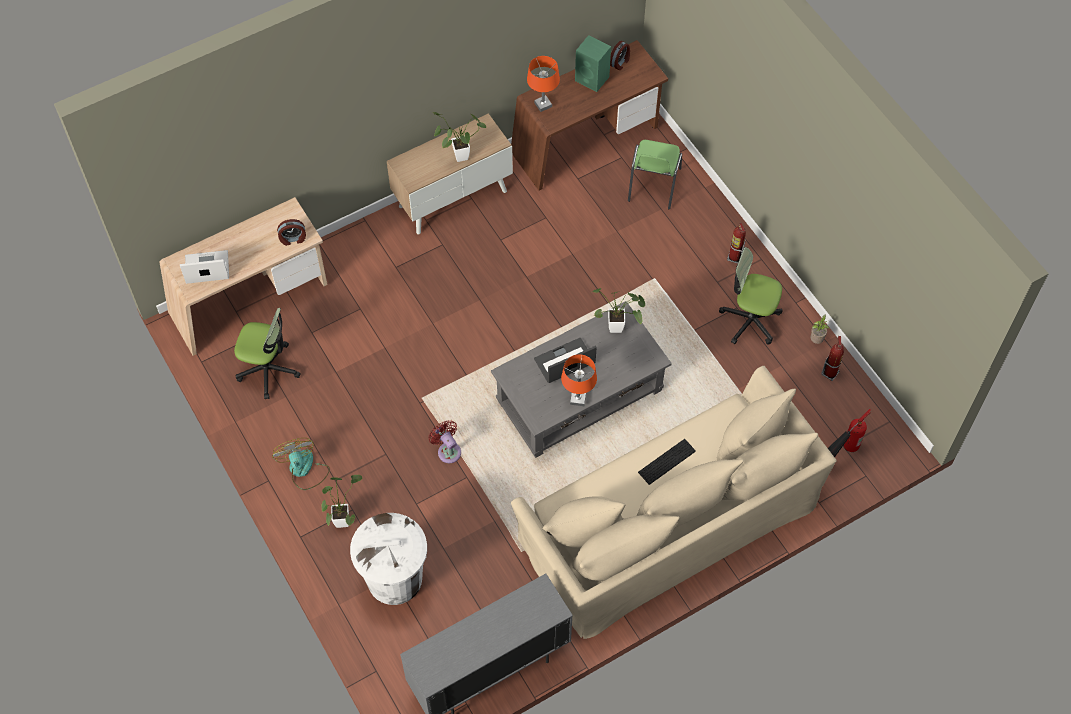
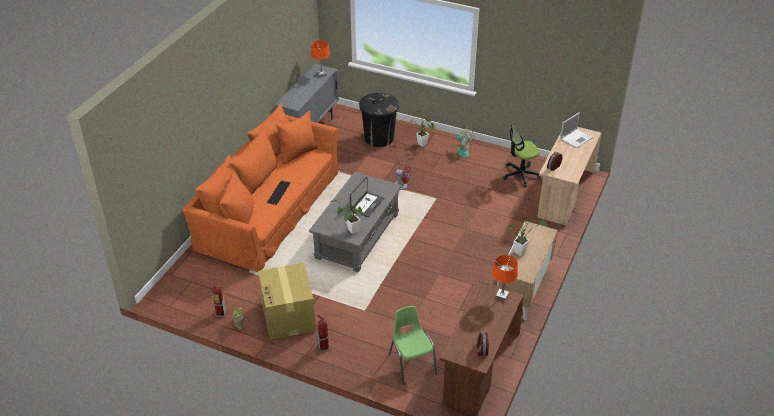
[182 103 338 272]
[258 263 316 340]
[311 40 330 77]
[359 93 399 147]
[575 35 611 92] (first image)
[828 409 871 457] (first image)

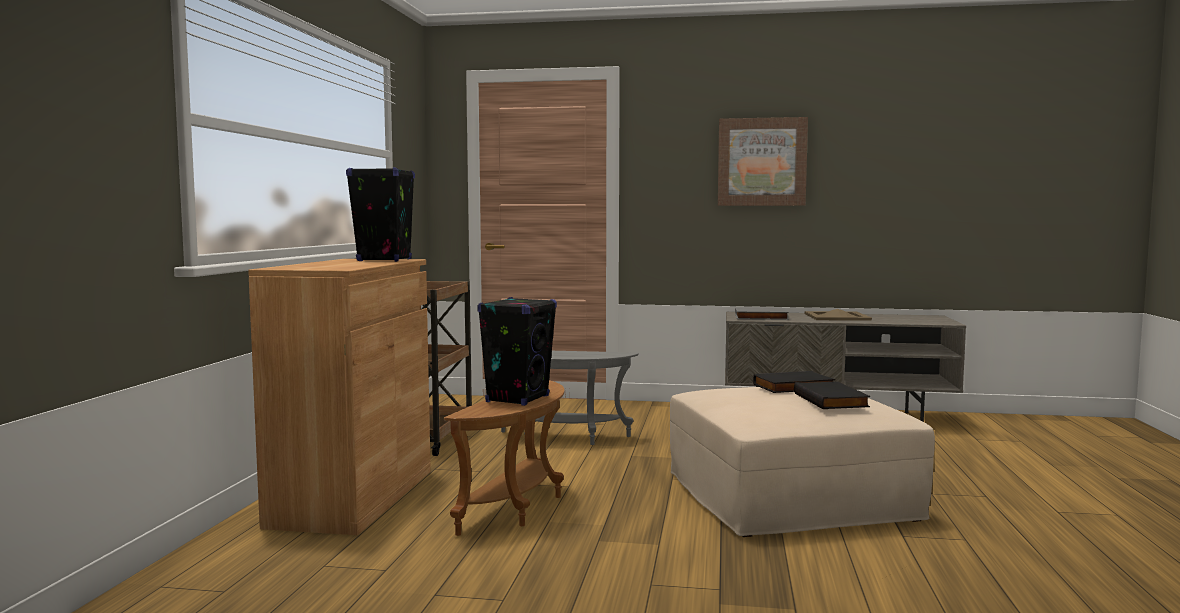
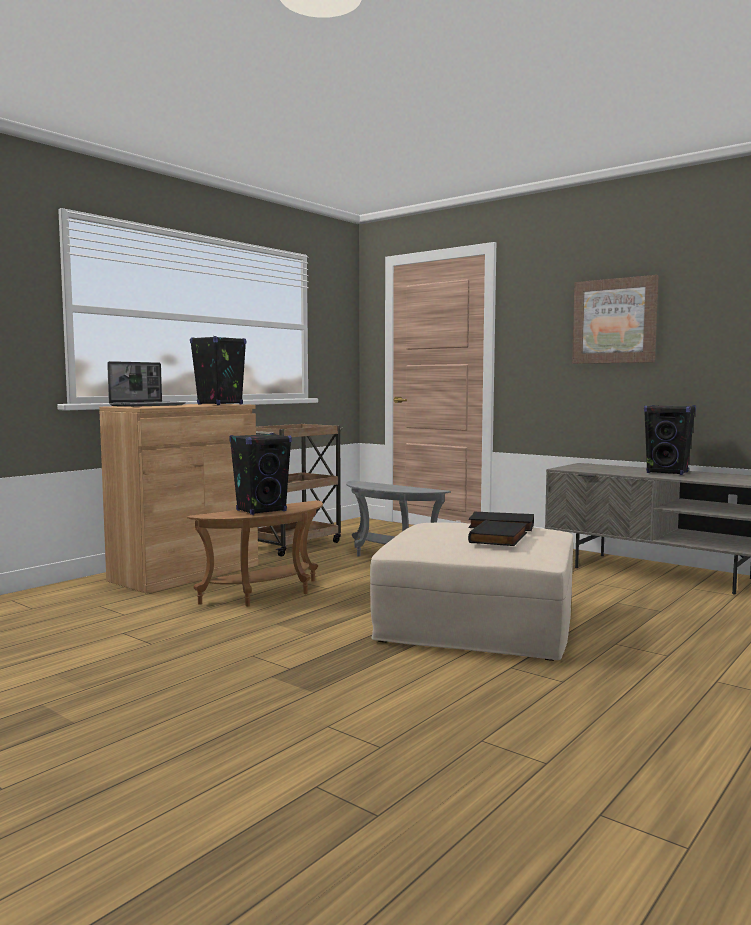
[107 361 186 407]
[644 405 696 475]
[735 307 789 320] (first image)

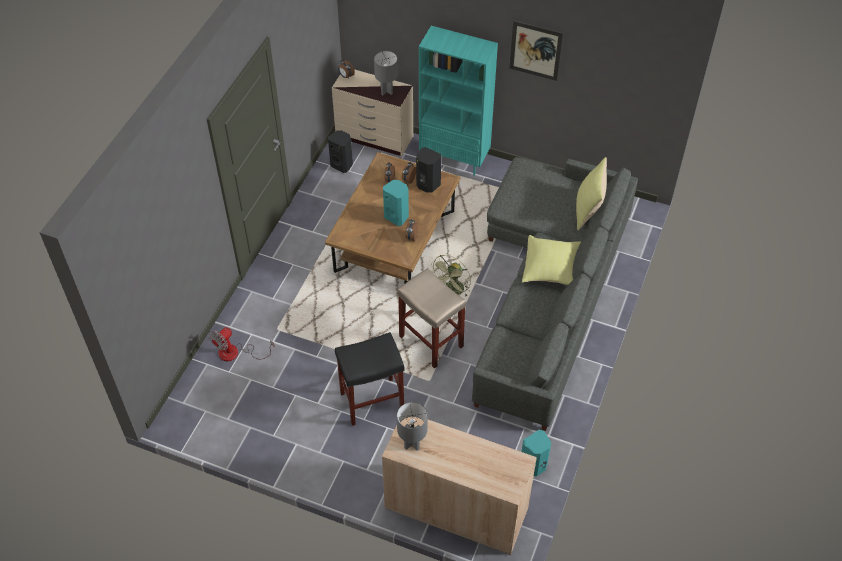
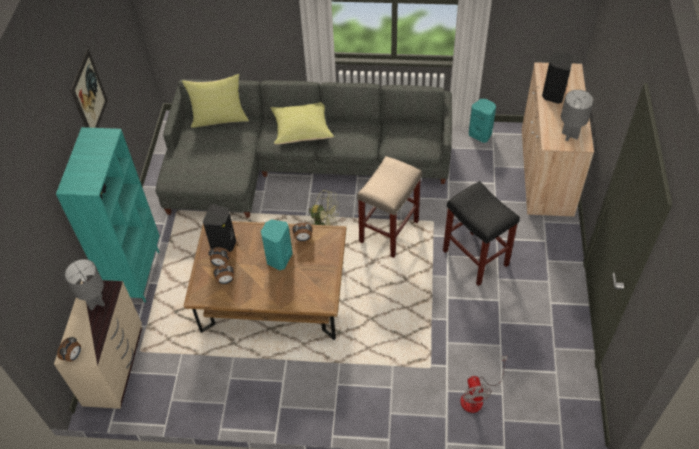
[460 356 507 413]
[542 53 573 104]

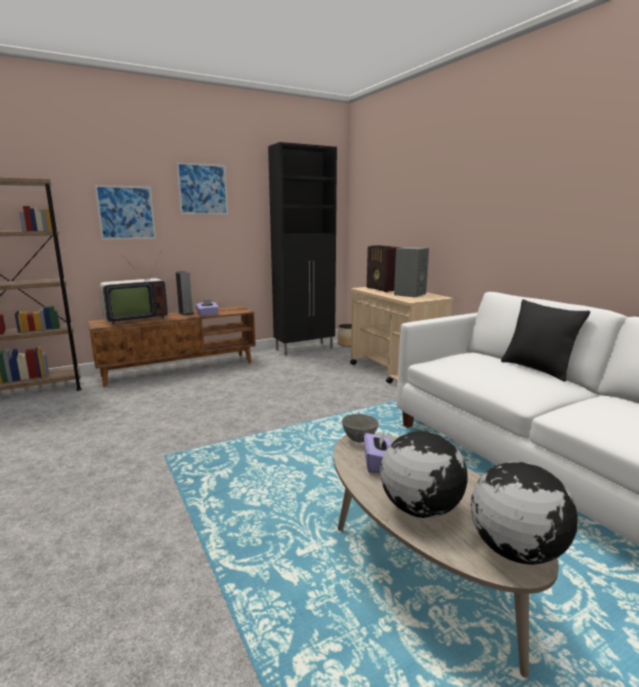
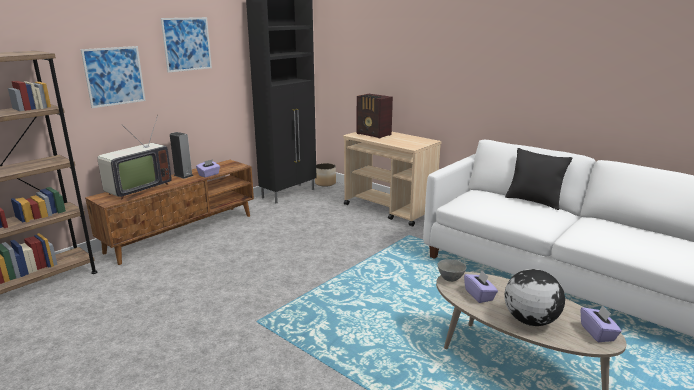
[581 305 622 342]
[394 247 429 297] (first image)

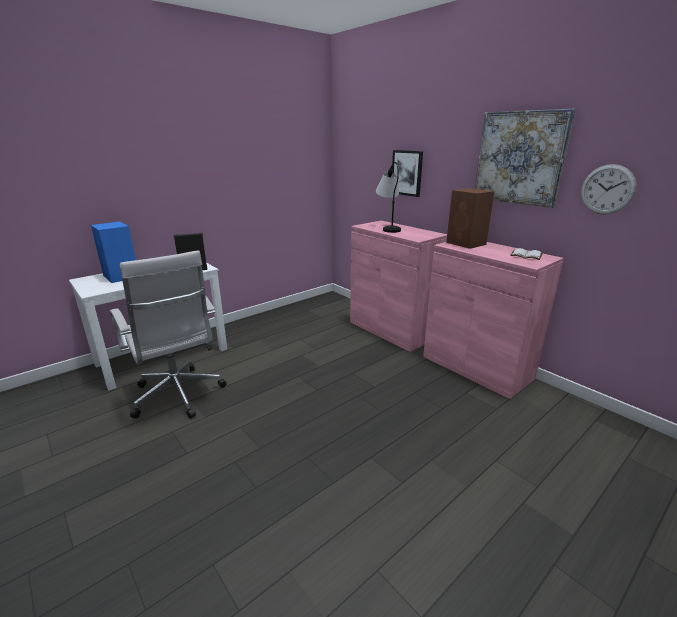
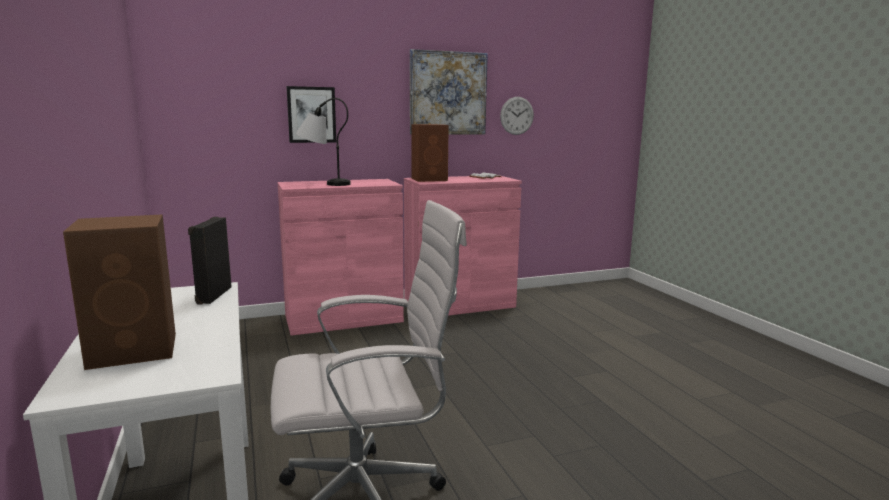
[63 214 176 370]

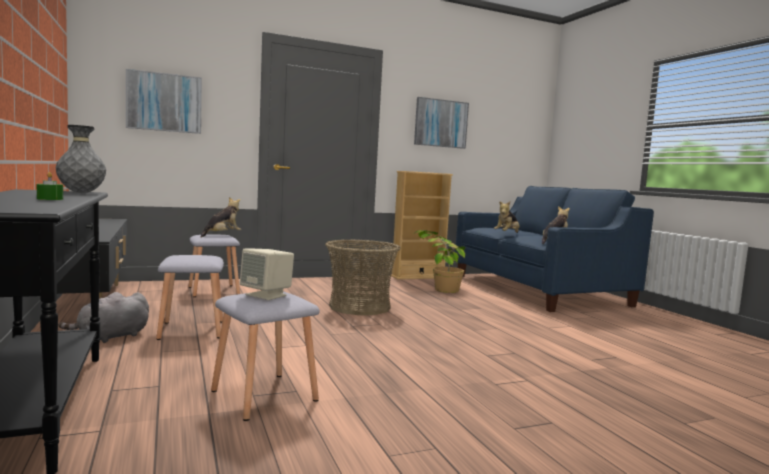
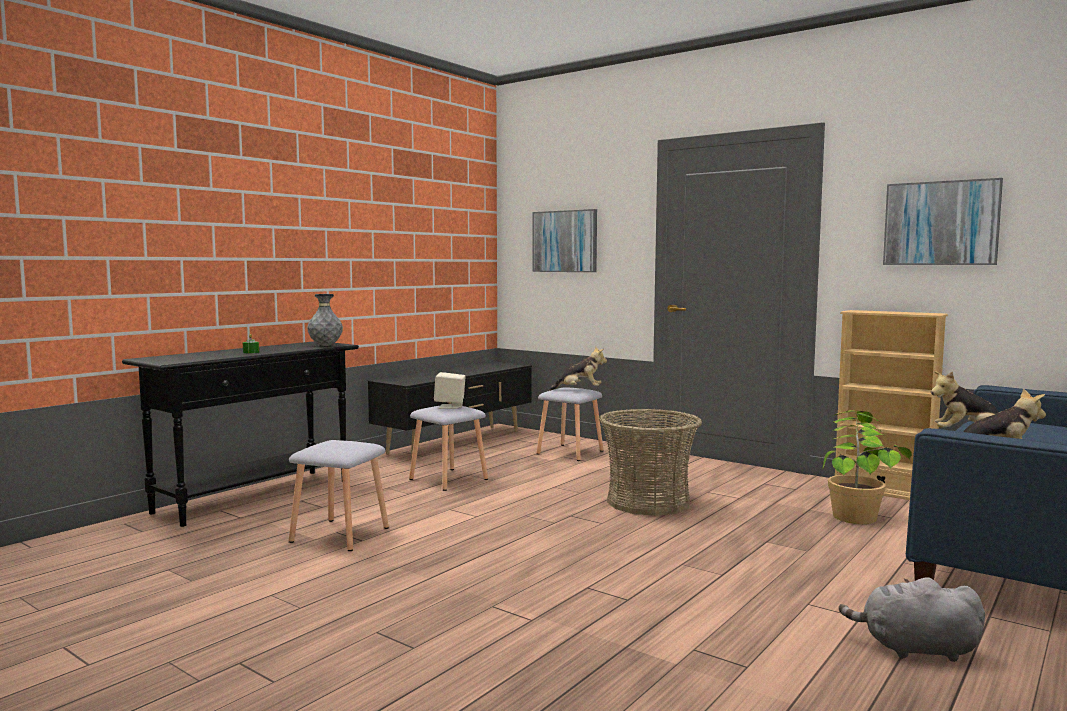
[434 372 465 409]
[839 577 985 662]

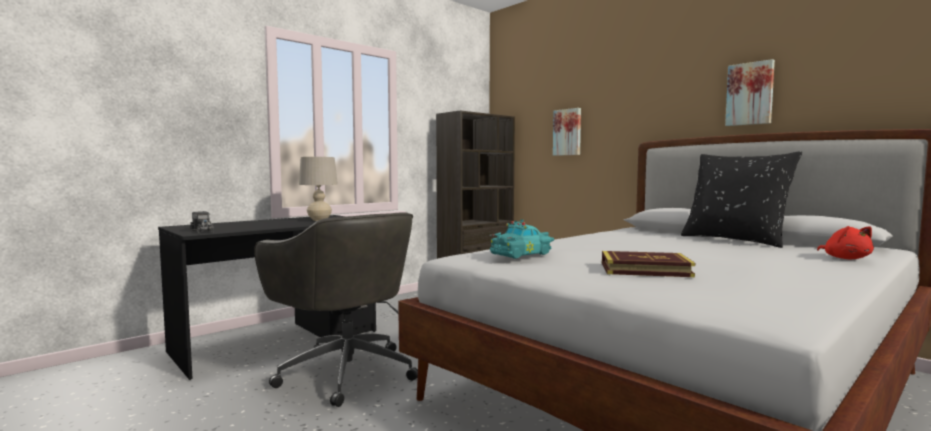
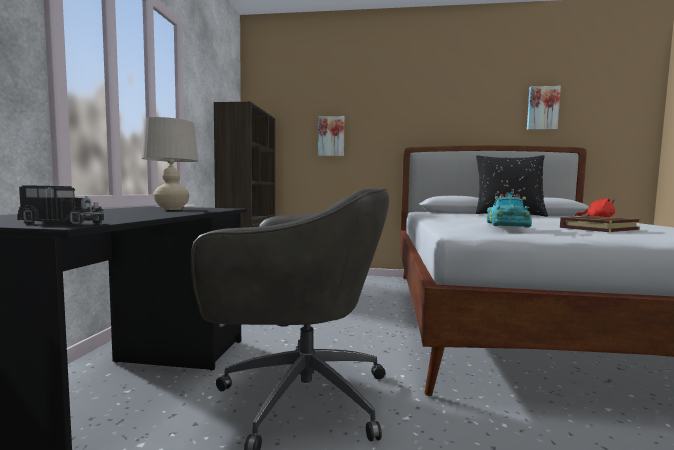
[527 86 561 130]

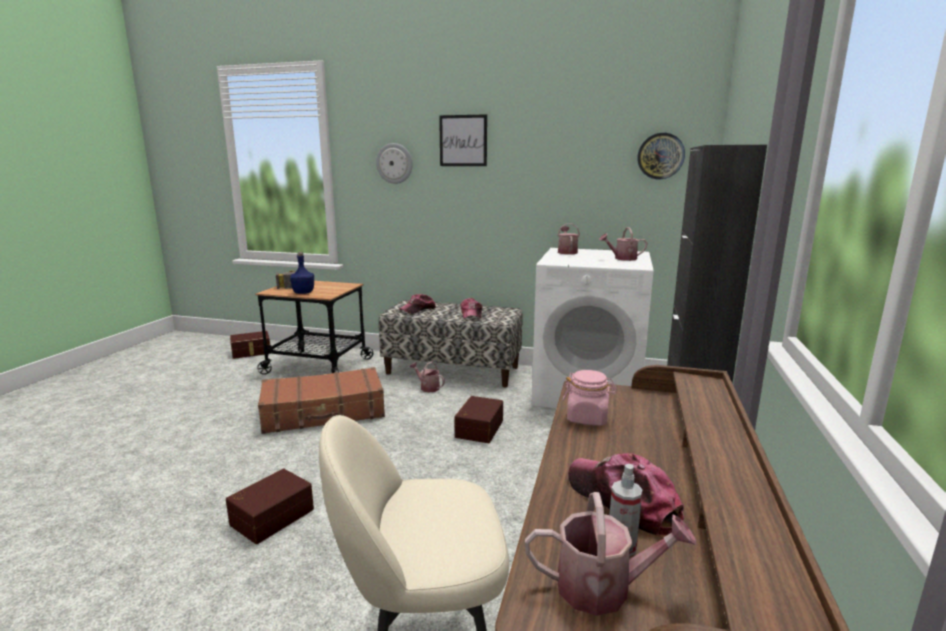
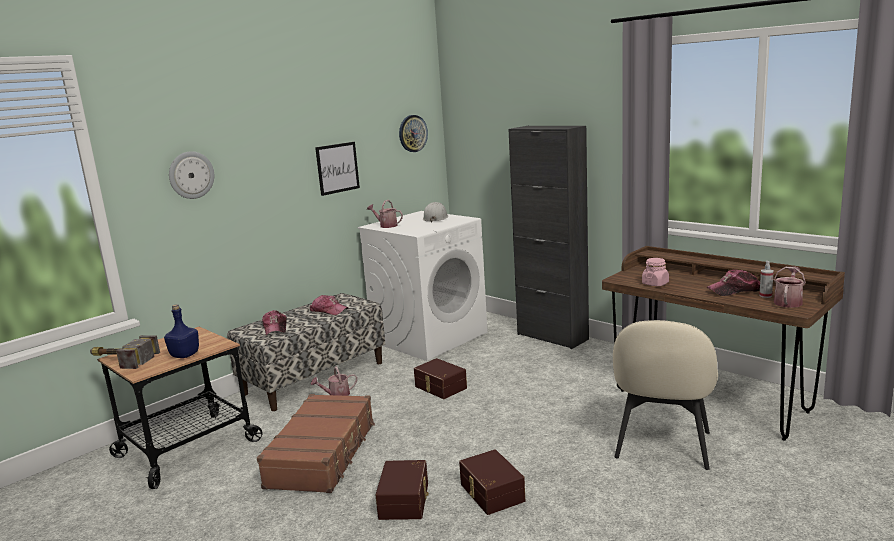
[315 142 360 196]
[375 460 429 520]
[423 202 448 222]

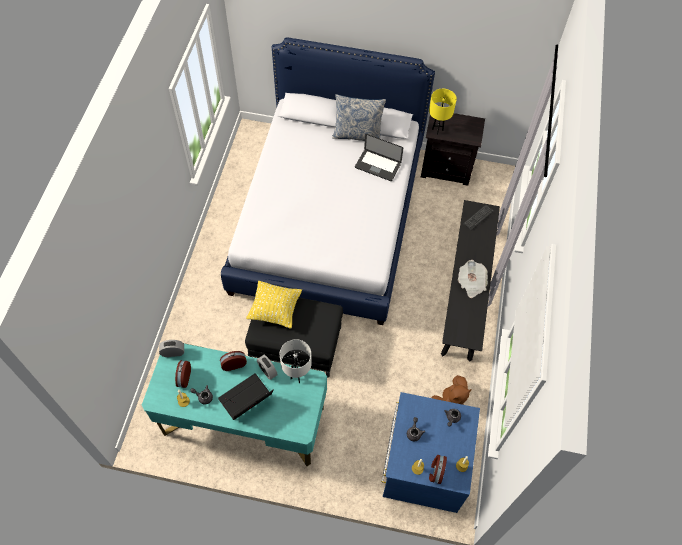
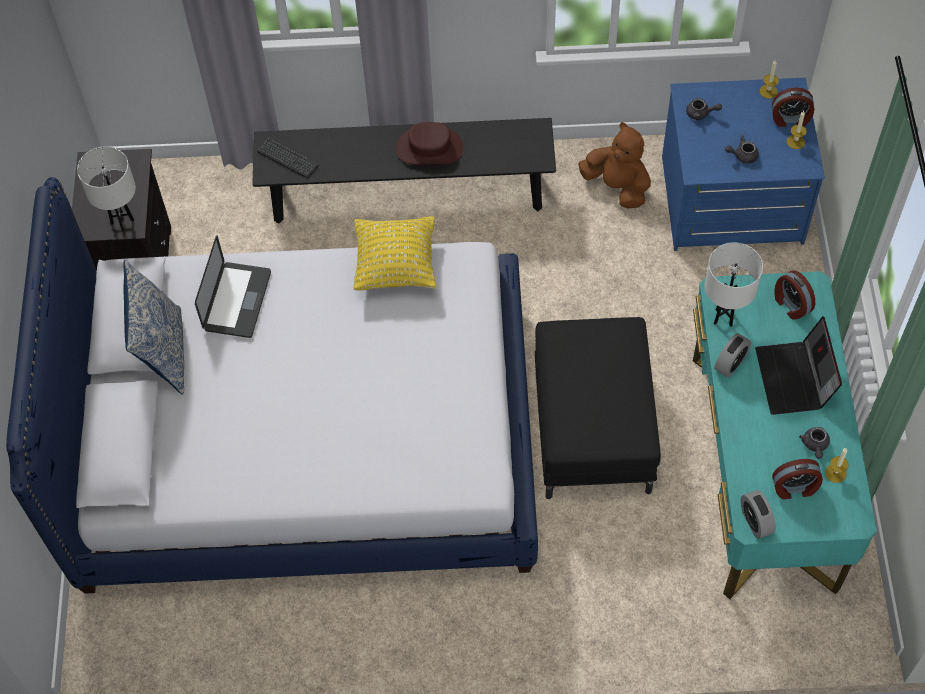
[77 146 136 232]
[354 216 436 291]
[396 122 463 165]
[755 316 842 415]
[775 270 815 320]

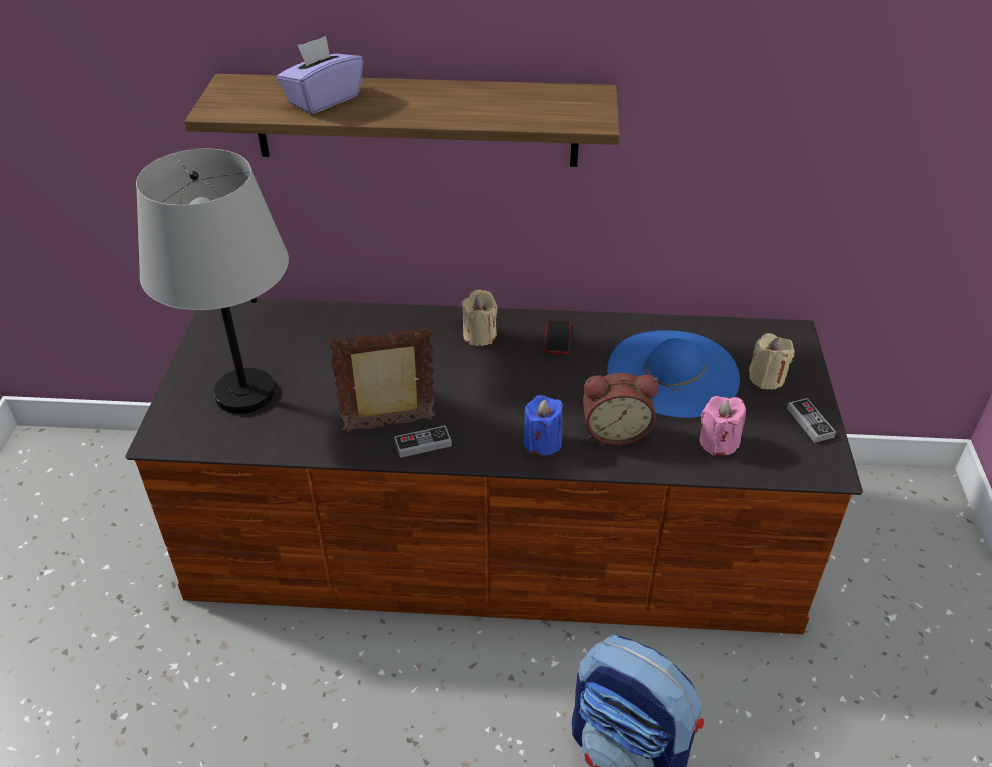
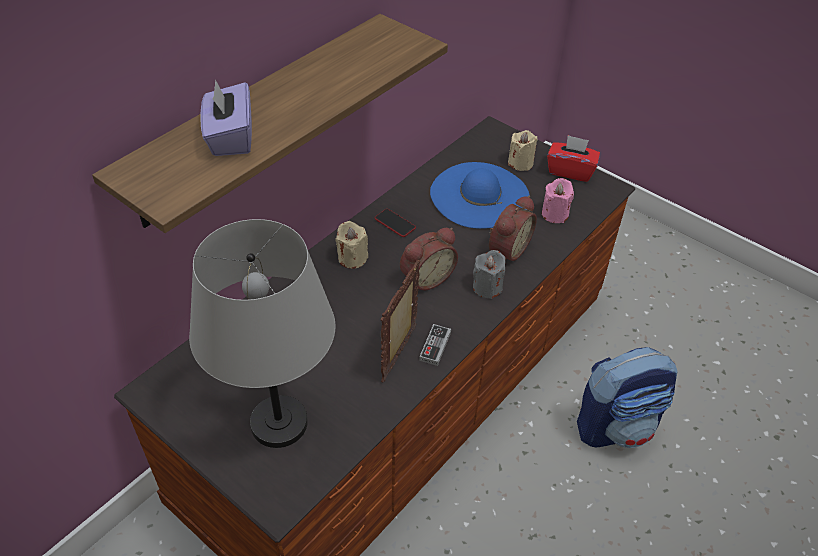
[400 228 458 290]
[473 250 505 299]
[547 135 600 182]

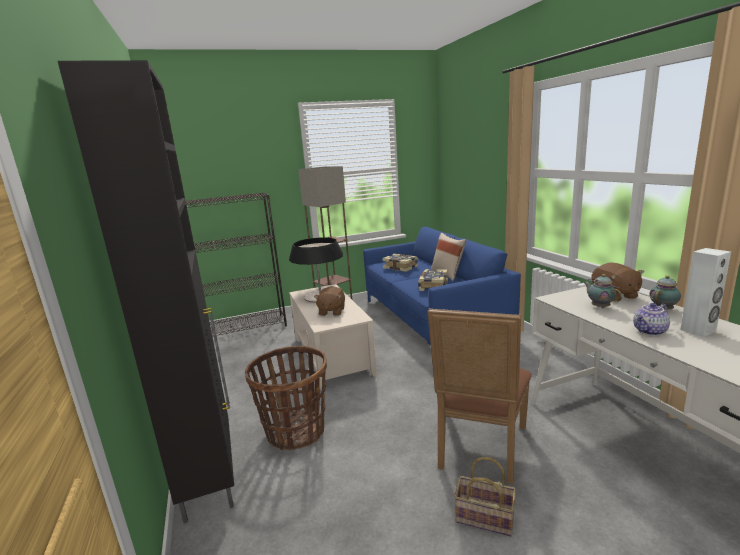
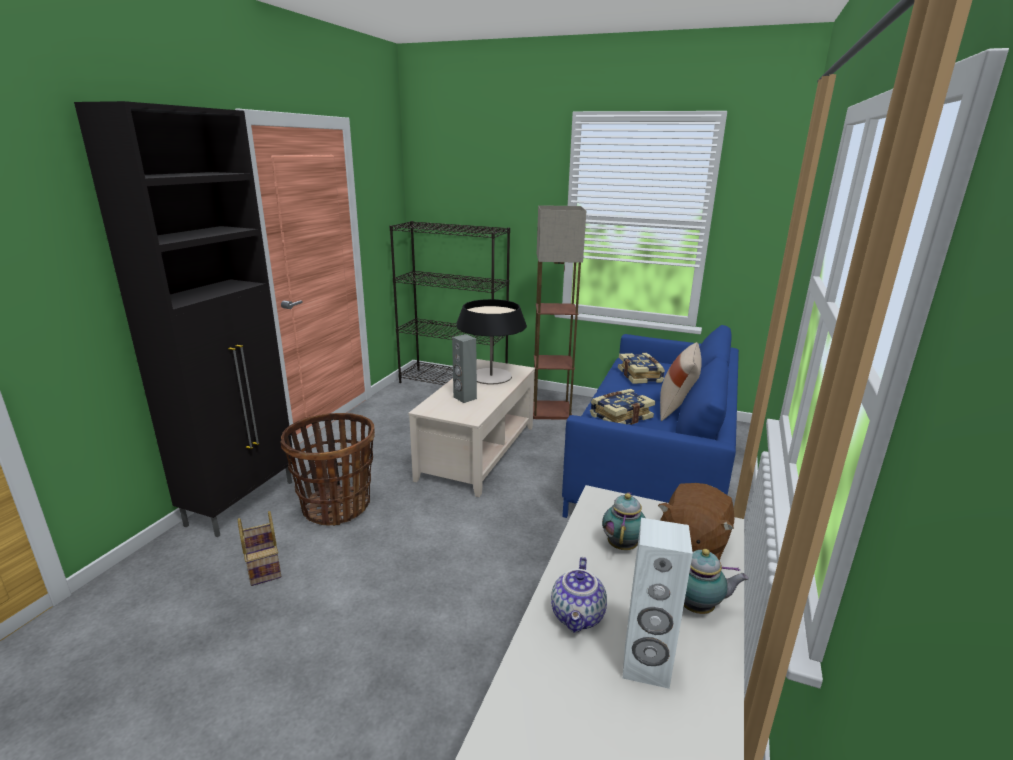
[238 511 281 586]
[452 334 477 403]
[551 557 607 632]
[427 309 532 484] (first image)

